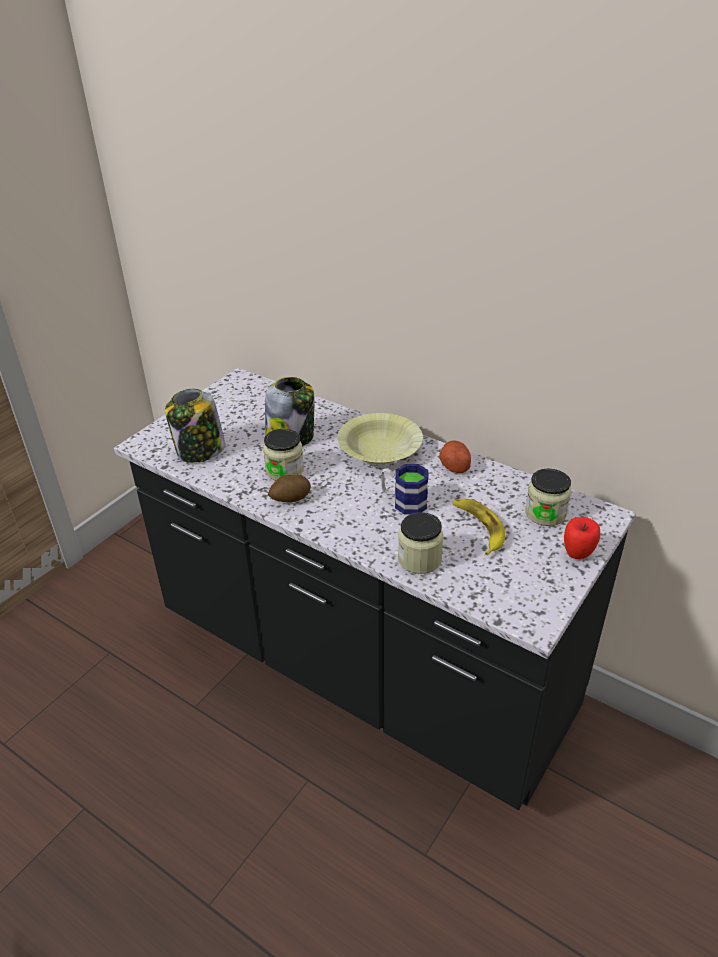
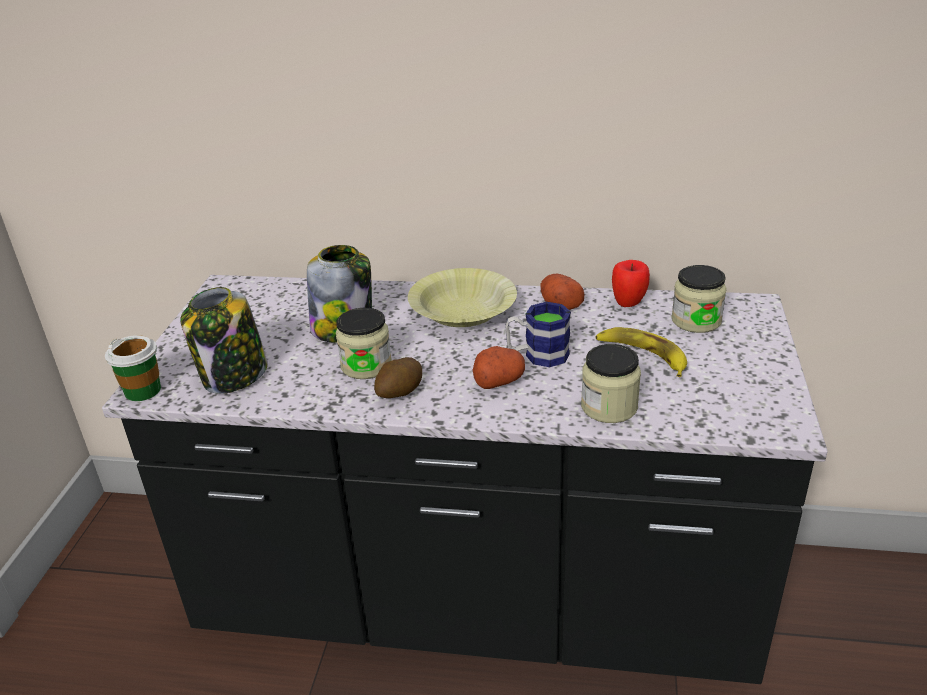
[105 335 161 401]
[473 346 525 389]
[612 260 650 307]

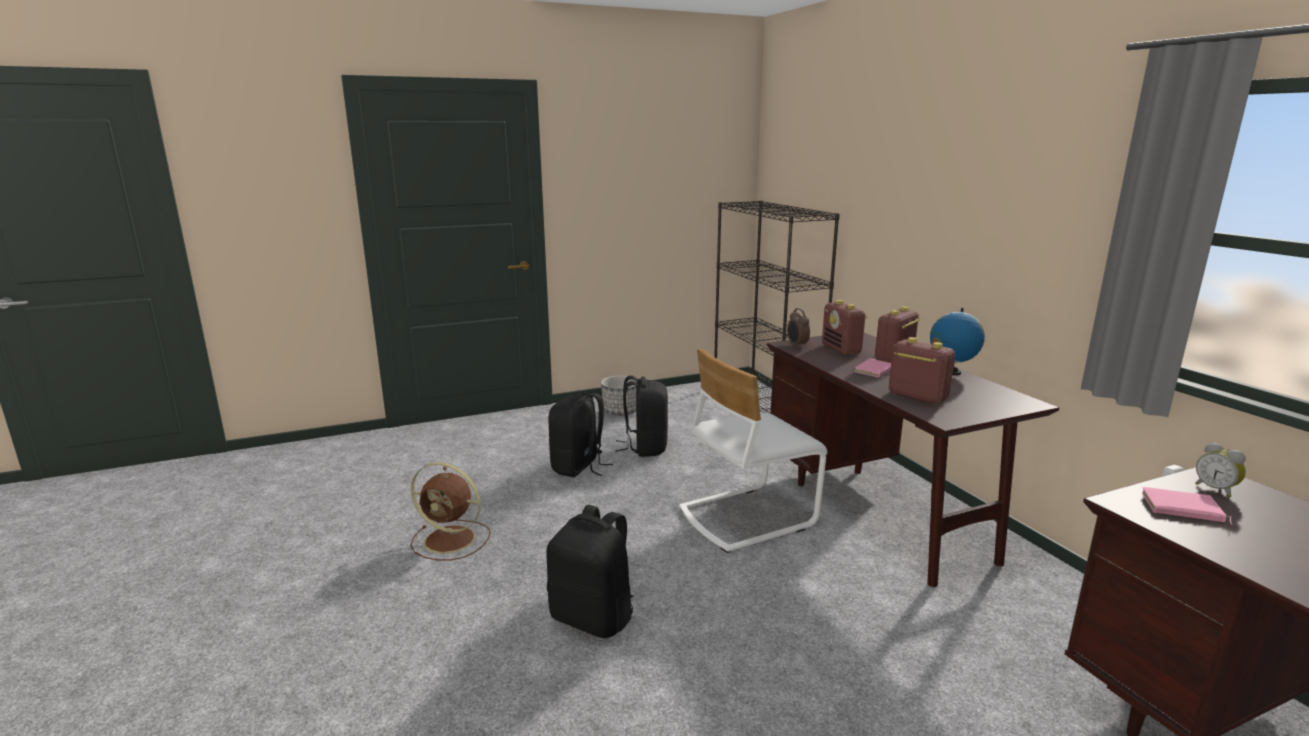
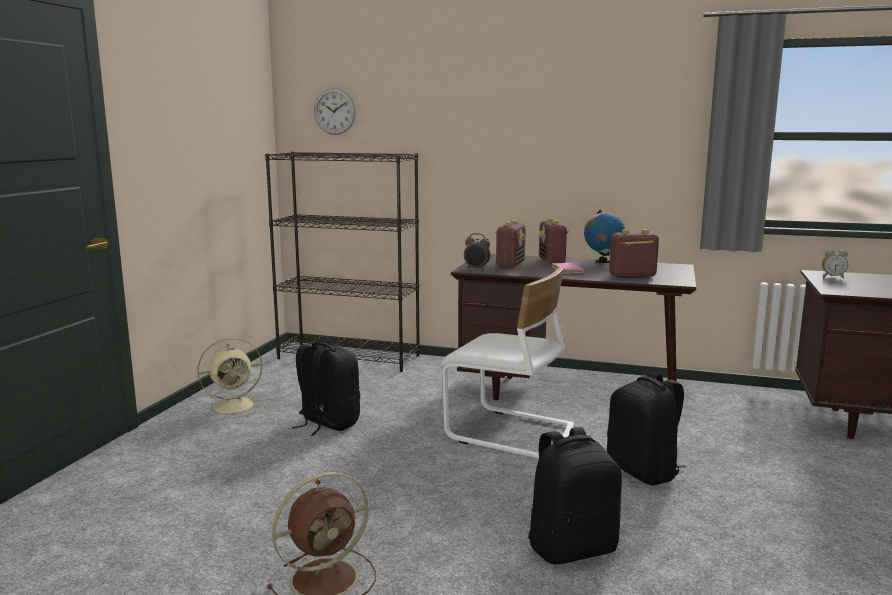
[197 338 266 418]
[314 88 356 135]
[441 267 574 459]
[495 220 526 268]
[607 372 685 485]
[1142 487 1232 525] (first image)

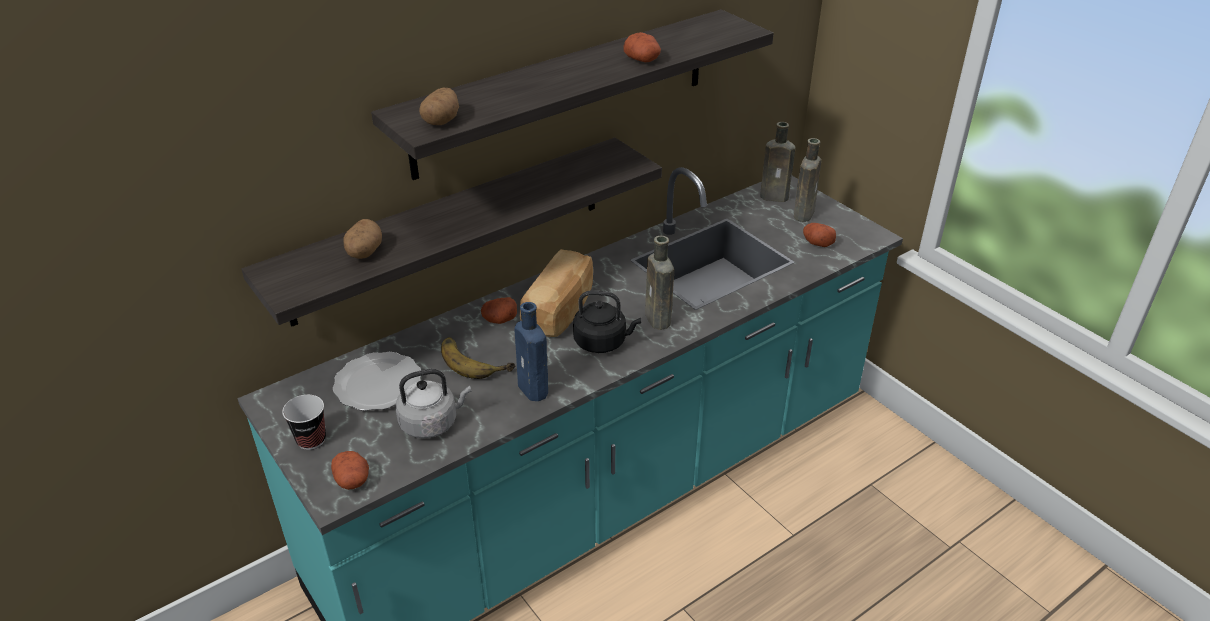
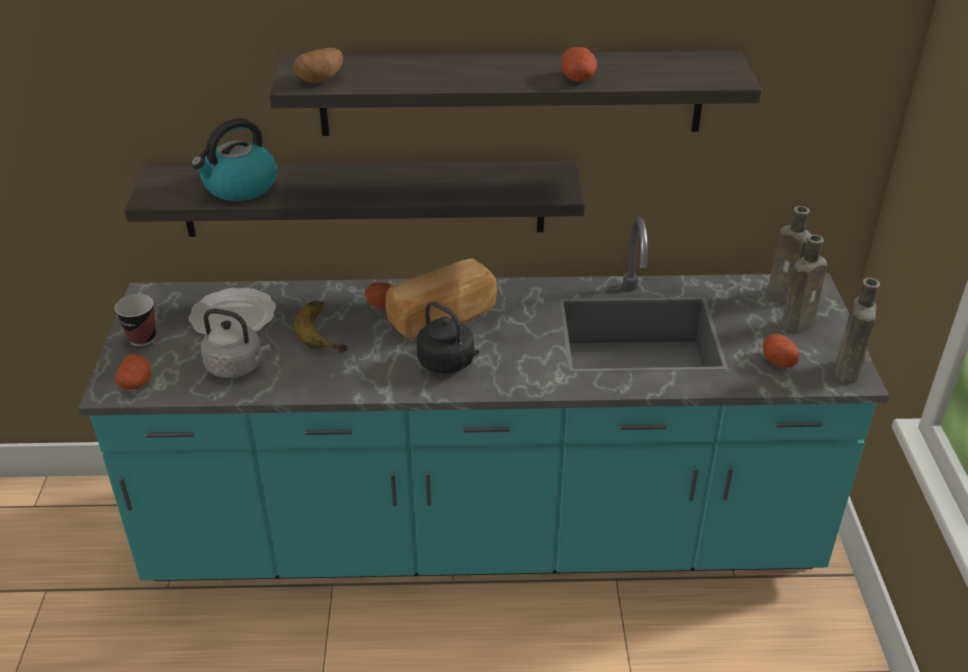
[191 118 277 201]
[835 278 880 383]
[515 302 548 401] (first image)

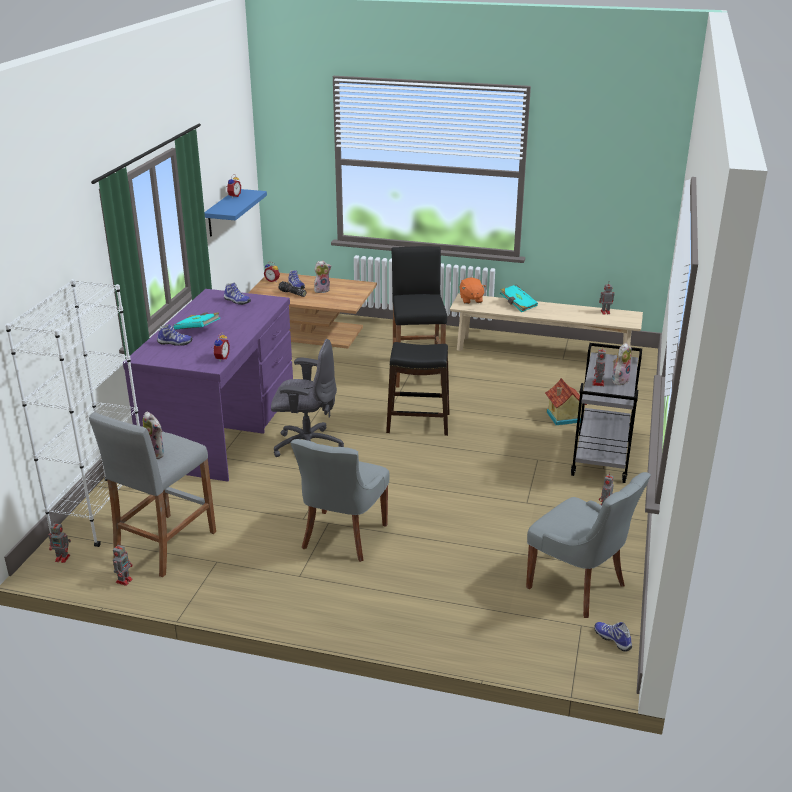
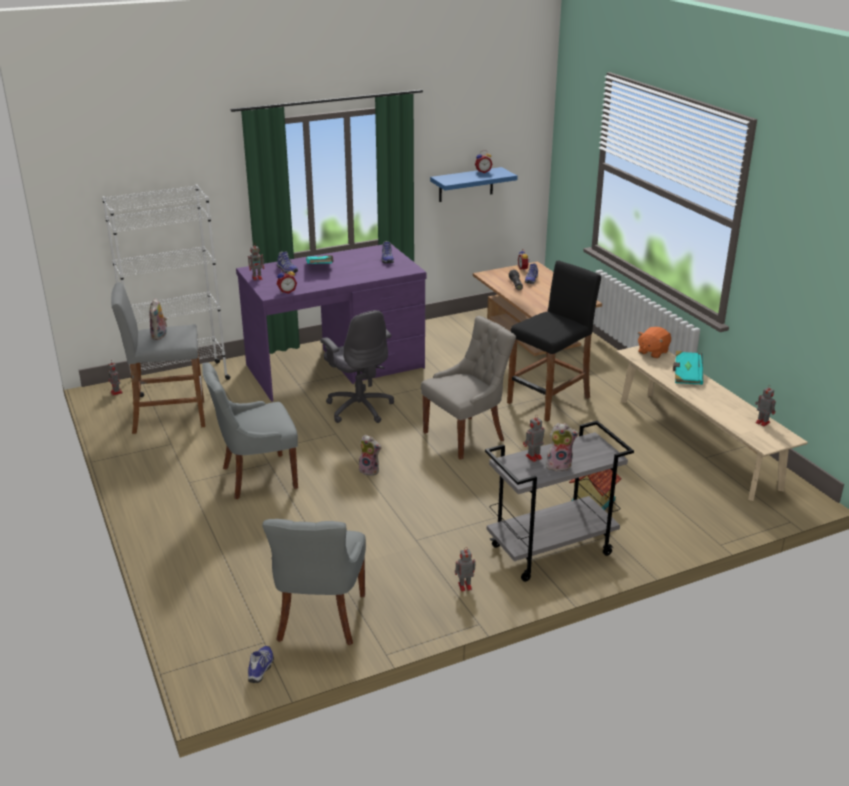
[248 244 264 281]
[359 435 381 476]
[421 316 516 460]

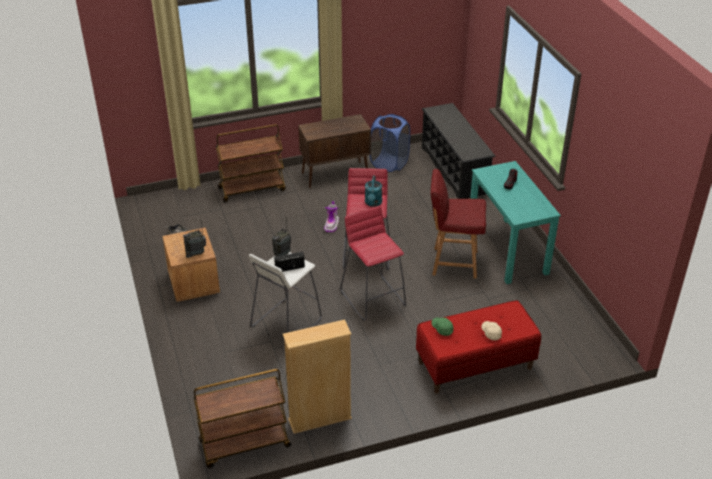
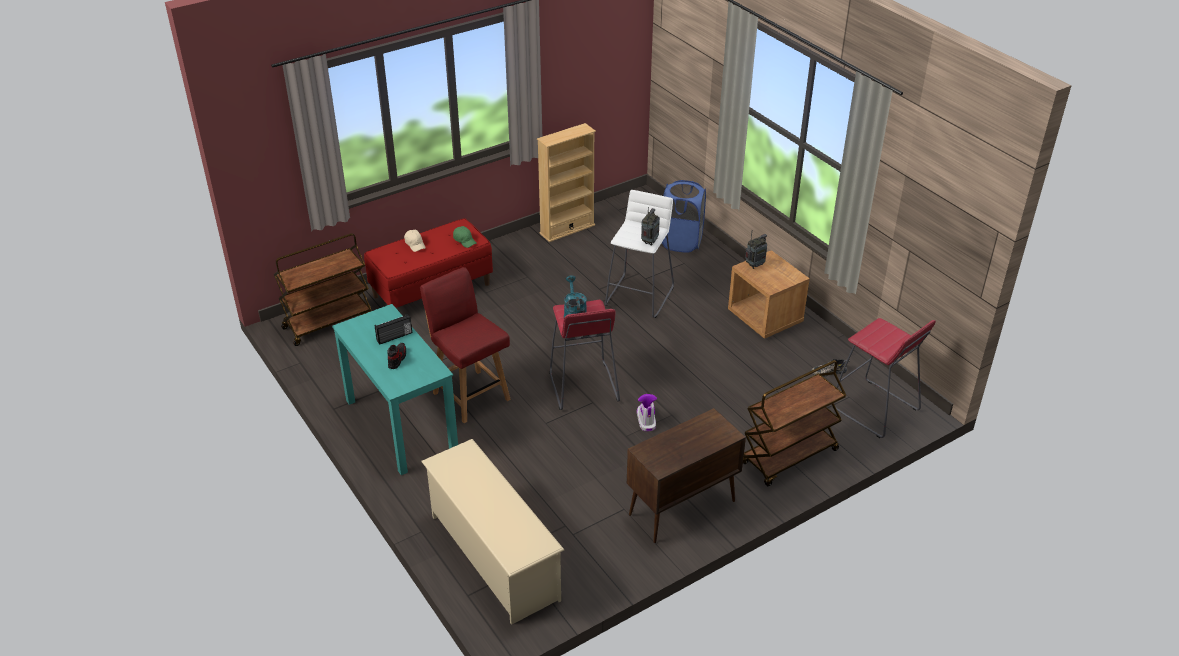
[274 233 372 346]
[375 314 412 345]
[420 267 511 423]
[421 439 564 625]
[661 180 706 253]
[835 318 936 438]

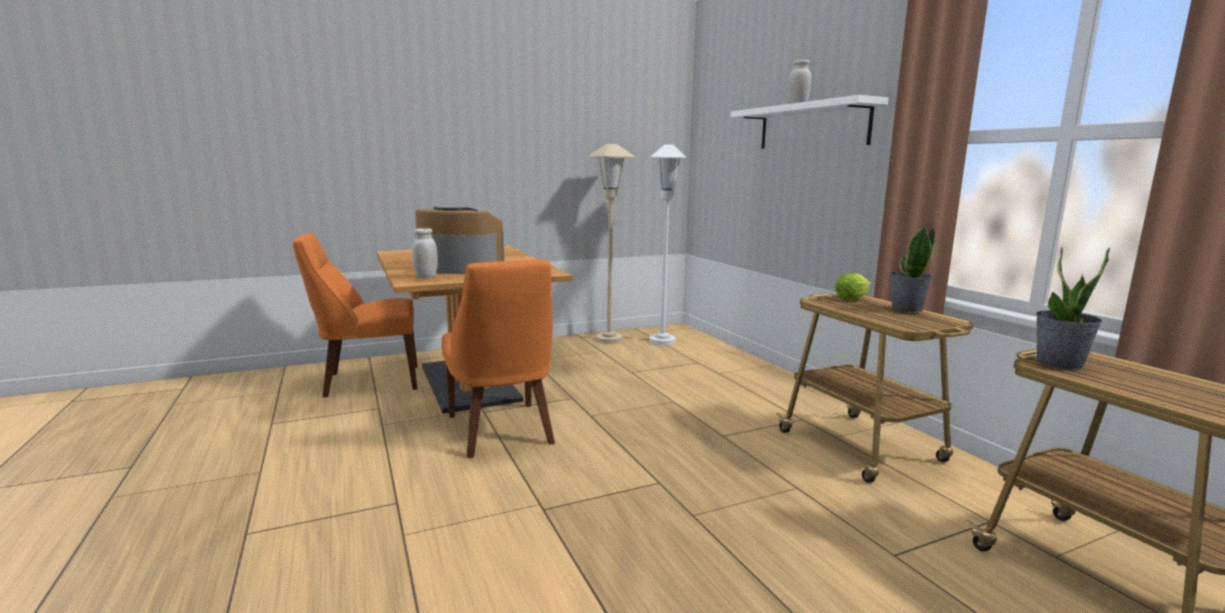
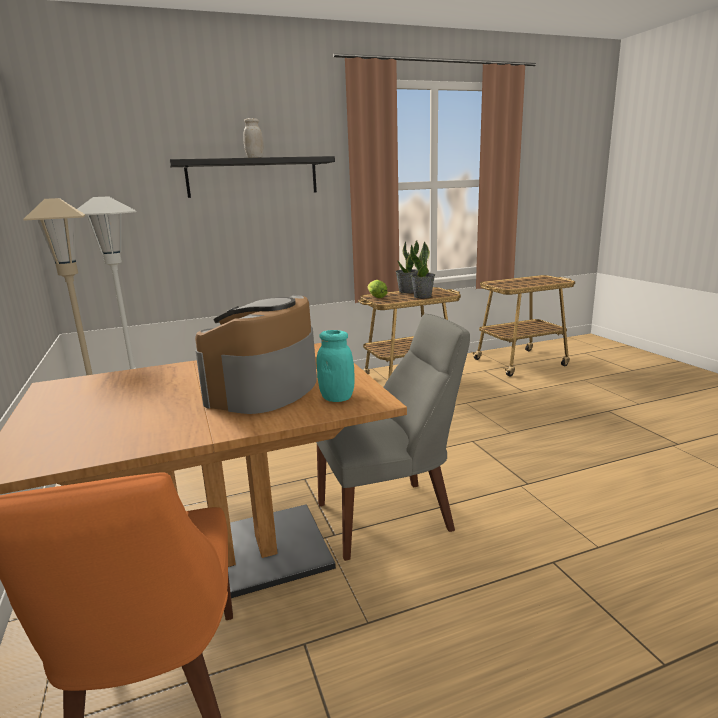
[169 156 335 198]
[316 314 470 561]
[317 330 355 402]
[410 241 435 299]

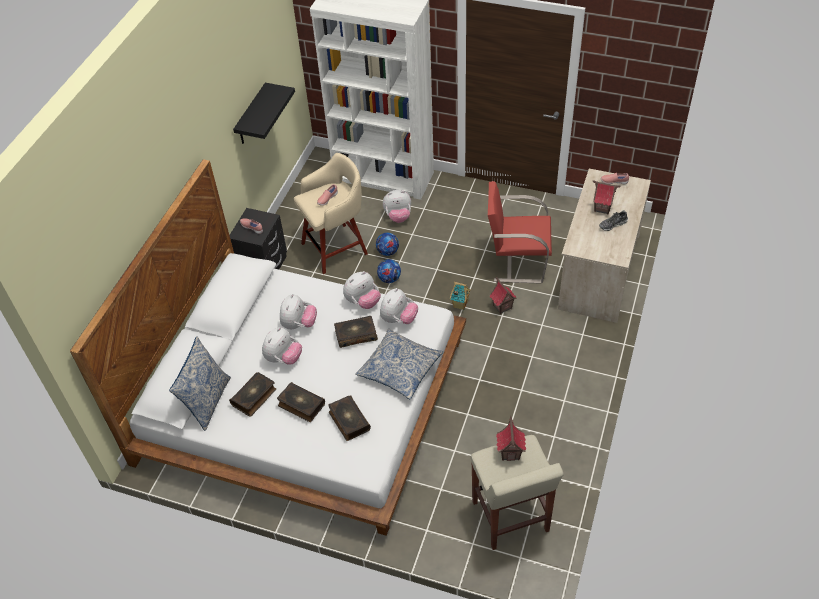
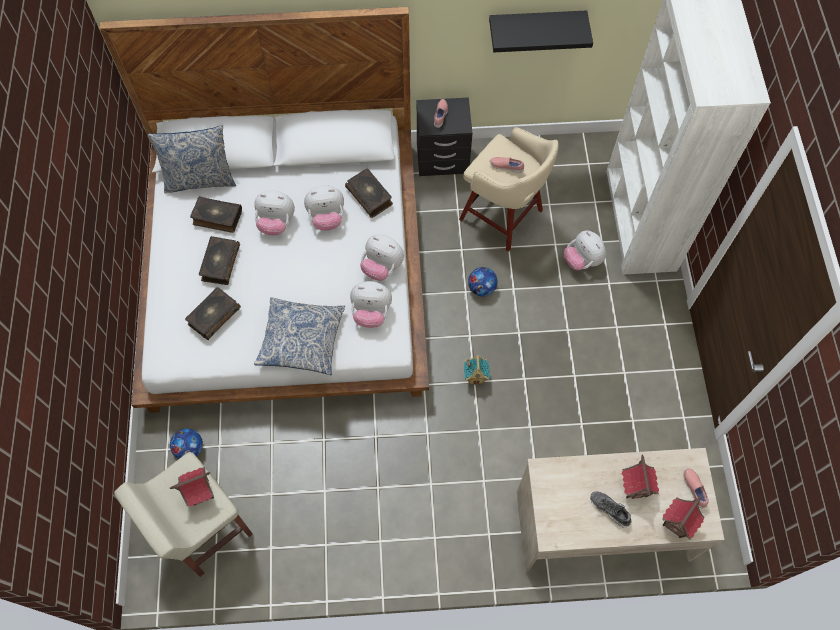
[170 429 203 459]
[345 168 393 218]
[662 496 705 539]
[488 181 552 284] (first image)

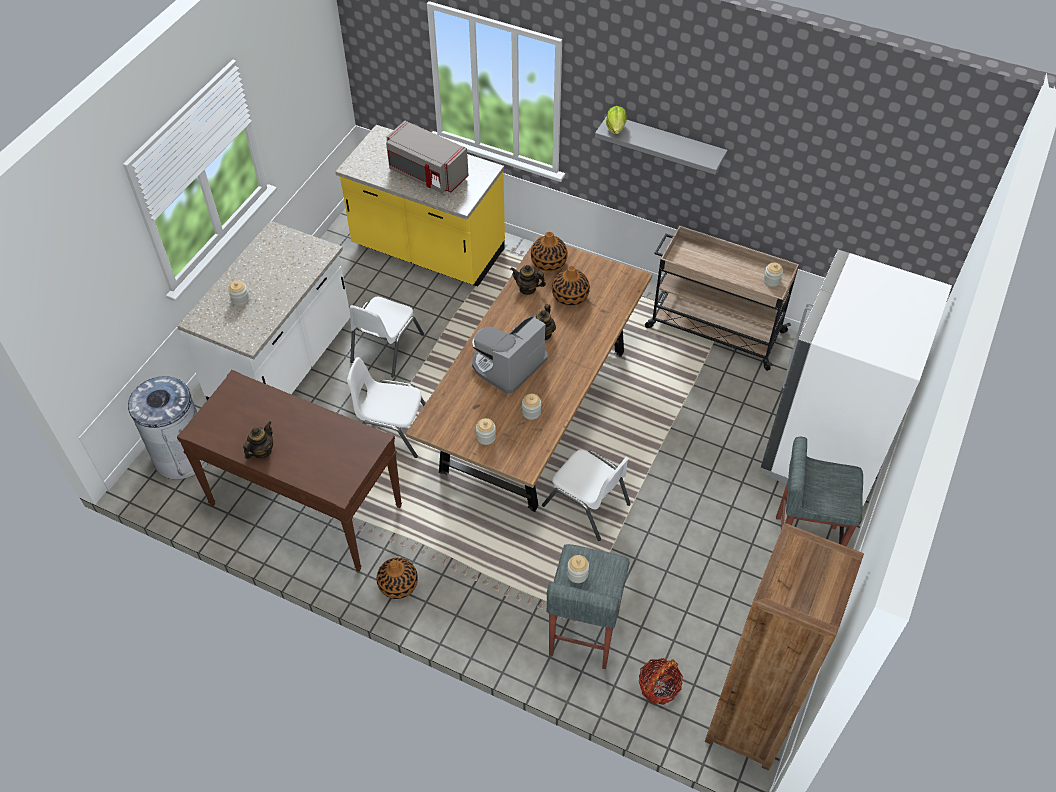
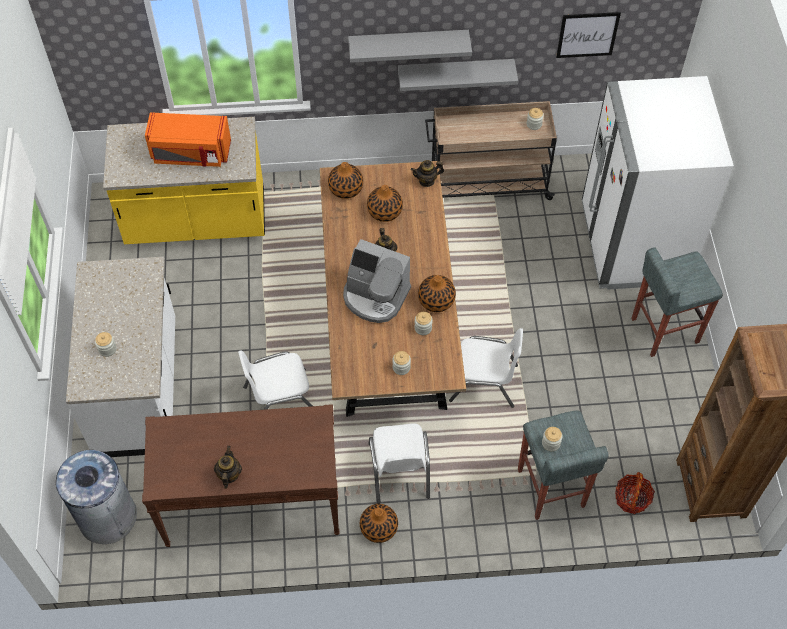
[145 112 231 167]
[343 239 411 323]
[369 424 430 504]
[398 59 518 91]
[411 160 444 187]
[418 275 456 312]
[556 12 621 58]
[606 106 627 134] (first image)

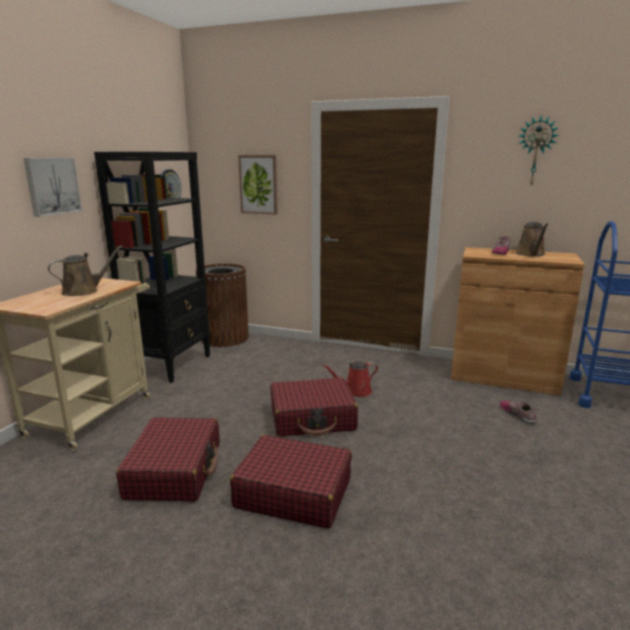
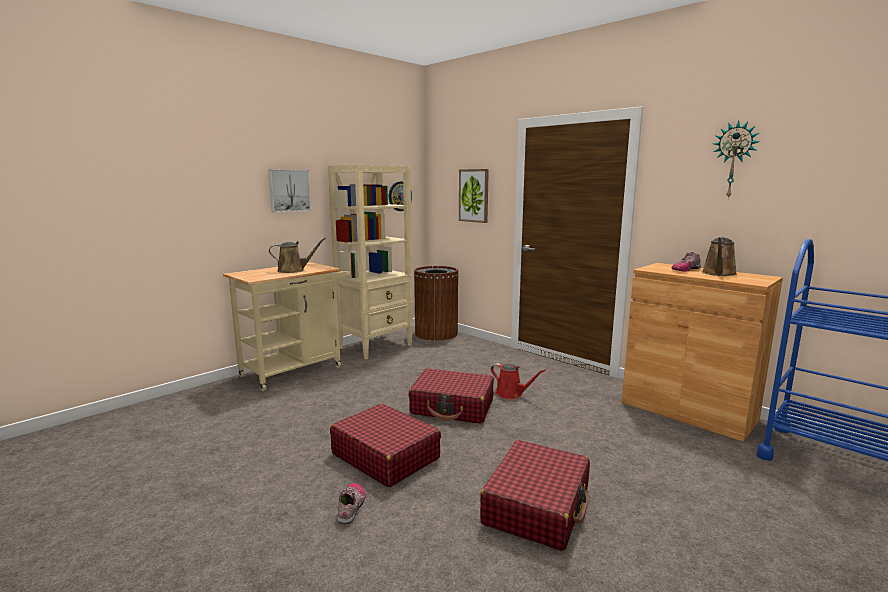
[328 165 413 360]
[337 483 366 524]
[480 440 590 551]
[491 363 546 399]

